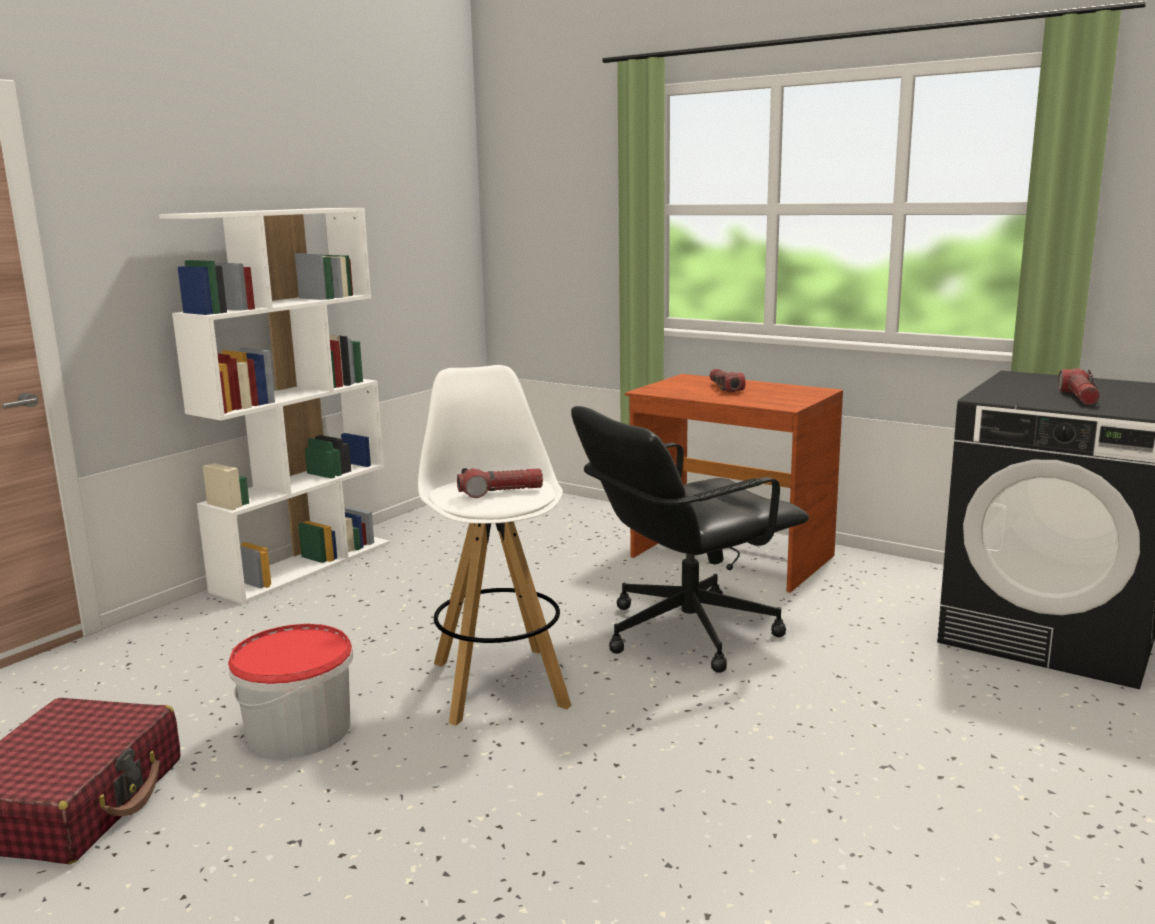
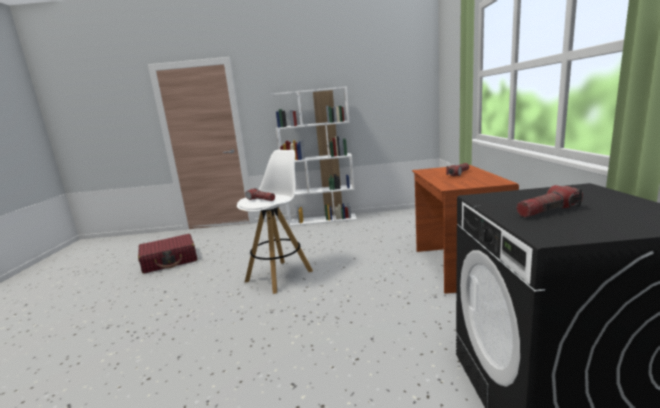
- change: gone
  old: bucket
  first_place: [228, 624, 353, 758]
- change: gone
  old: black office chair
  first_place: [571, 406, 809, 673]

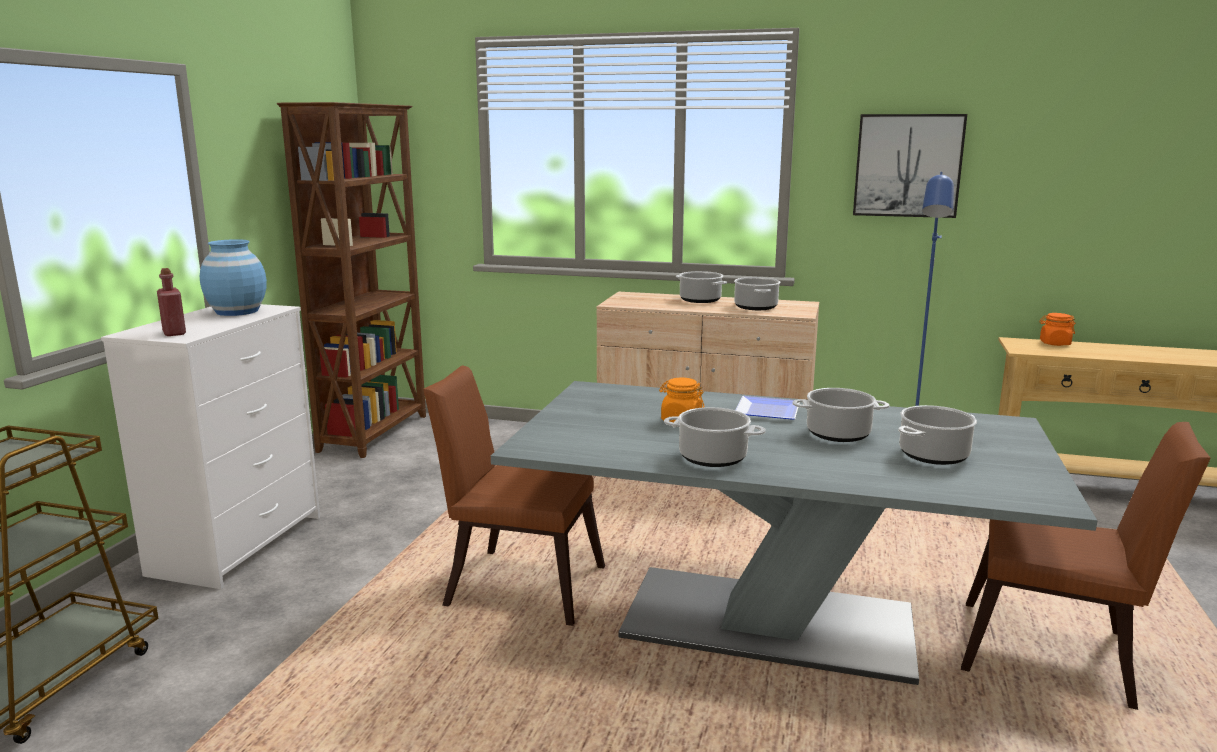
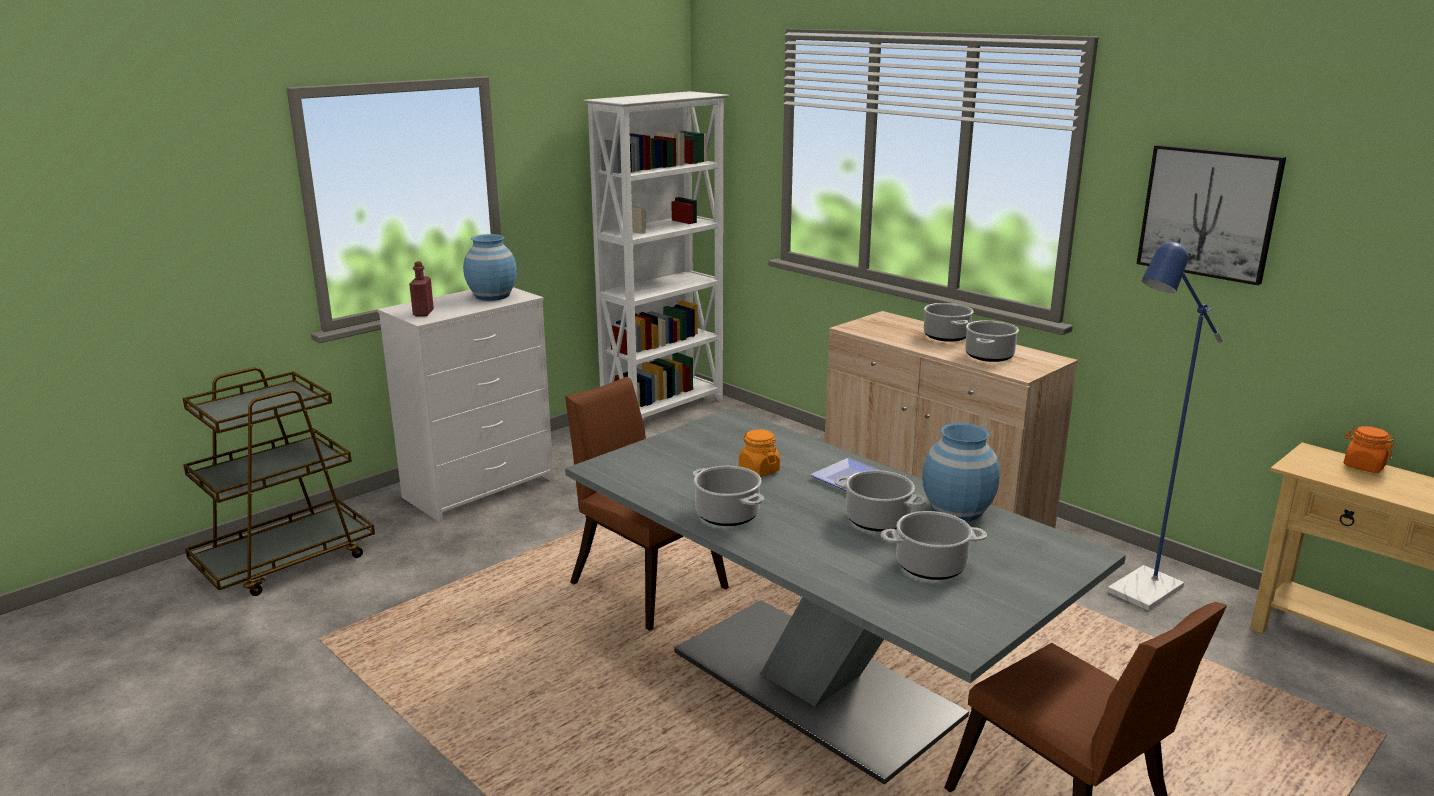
- change: repainted
  old: brown bookcase
  new: white bookcase
  first_place: [277, 102, 426, 458]
  second_place: [583, 91, 730, 418]
- change: new
  new: blue vase
  second_place: [922, 423, 1000, 521]

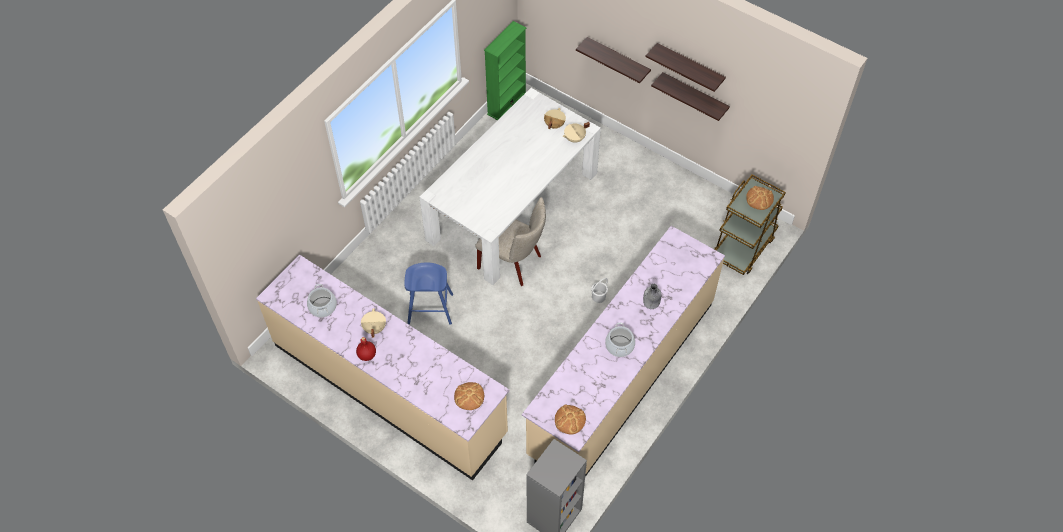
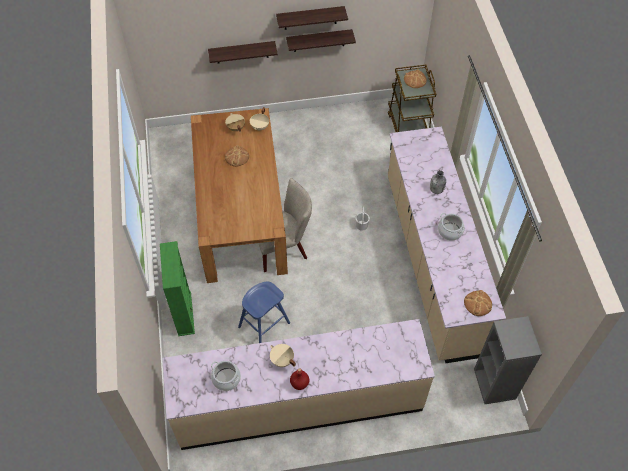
- change: shifted
  old: green bookcase
  first_place: [484, 21, 527, 120]
  second_place: [160, 241, 195, 336]
- change: repainted
  old: white dining table
  new: brown dining table
  first_place: [419, 88, 601, 285]
  second_place: [191, 108, 288, 283]
- change: shifted
  old: bread
  first_place: [454, 382, 484, 410]
  second_place: [225, 145, 249, 167]

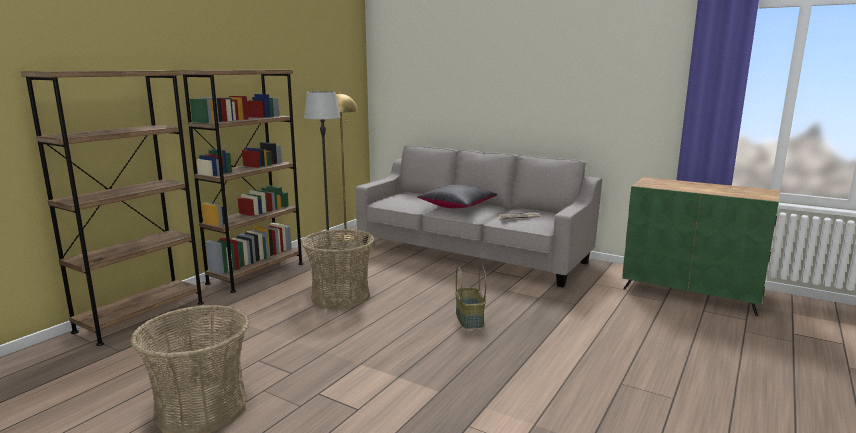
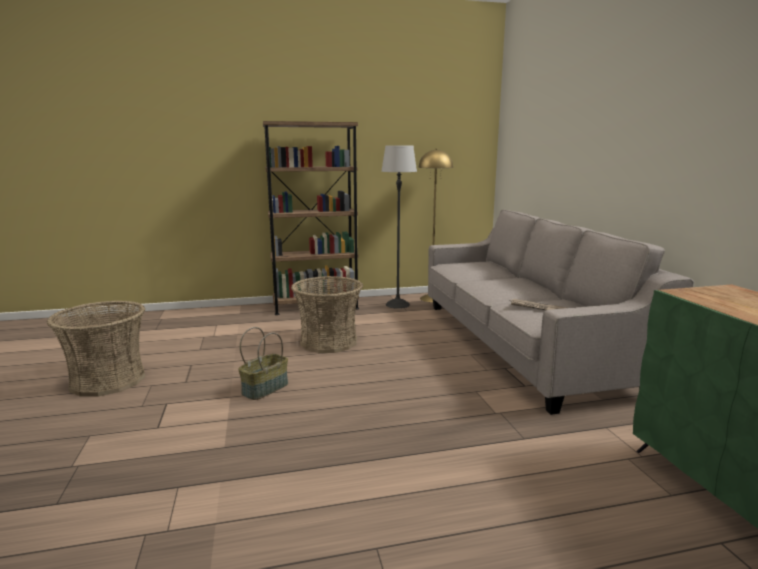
- change: shifted
  old: basket
  first_place: [455, 265, 486, 329]
  second_place: [238, 327, 288, 400]
- change: gone
  old: brown bookcase
  first_place: [21, 70, 204, 346]
- change: gone
  old: black pillow
  first_place: [417, 185, 497, 208]

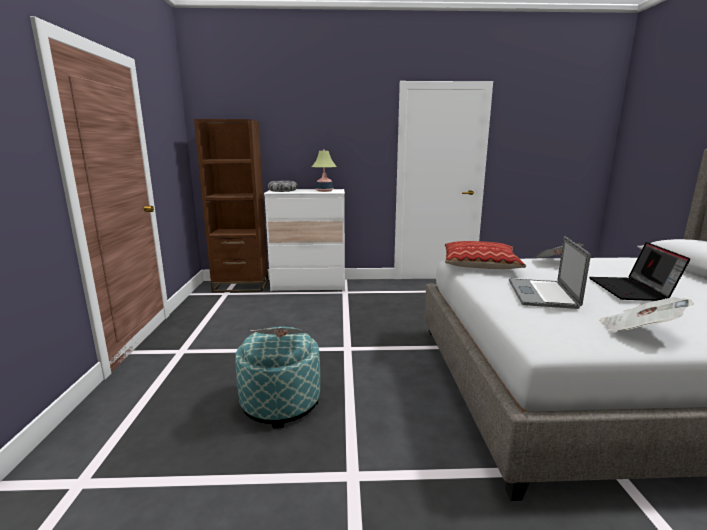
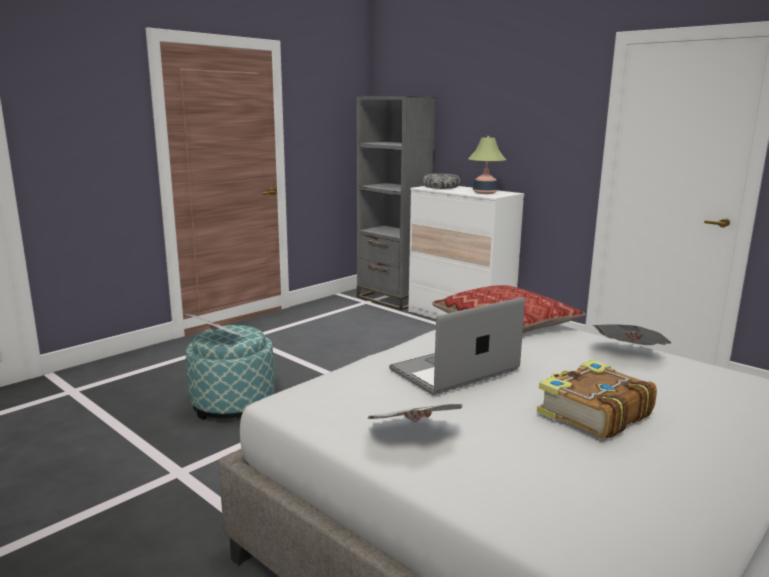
- change: repainted
  old: brown bookcase
  new: grey bookcase
  first_place: [194, 119, 269, 292]
  second_place: [357, 96, 435, 310]
- change: swapped
  old: laptop
  new: book
  first_place: [589, 242, 690, 301]
  second_place: [537, 360, 657, 439]

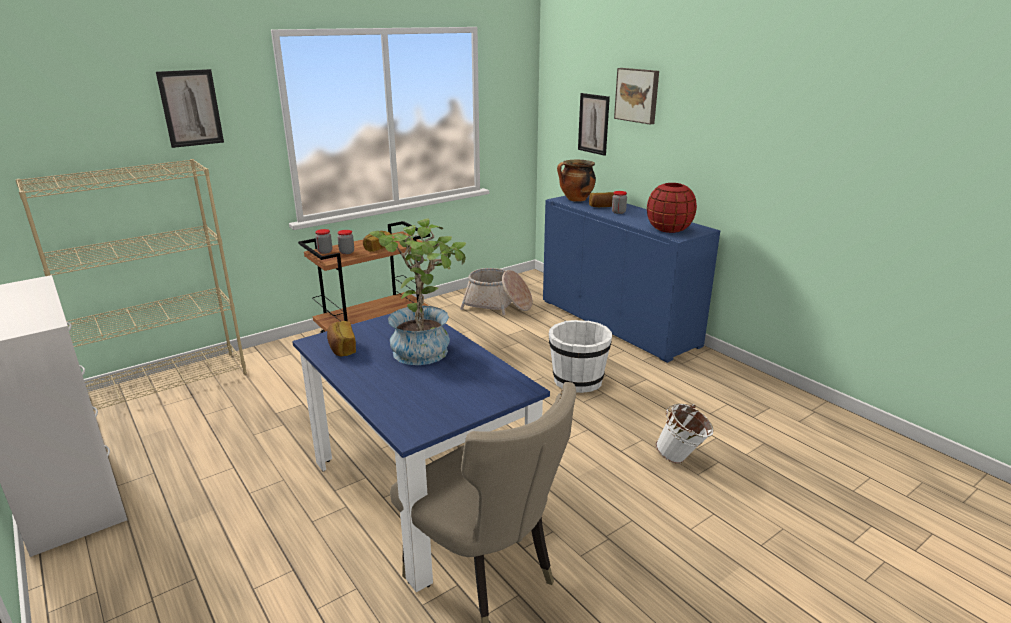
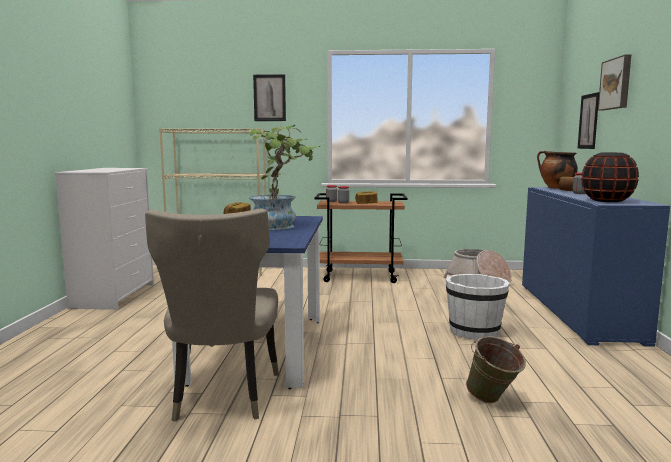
- change: repainted
  old: white bucket
  new: green bucket
  first_place: [656, 404, 714, 464]
  second_place: [466, 336, 526, 403]
- change: repainted
  old: red vase
  new: black vase
  first_place: [647, 183, 697, 233]
  second_place: [581, 153, 639, 202]

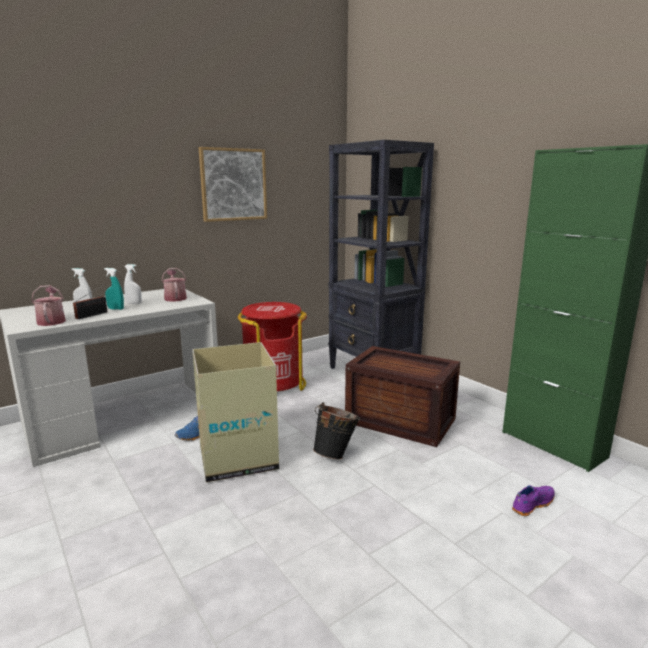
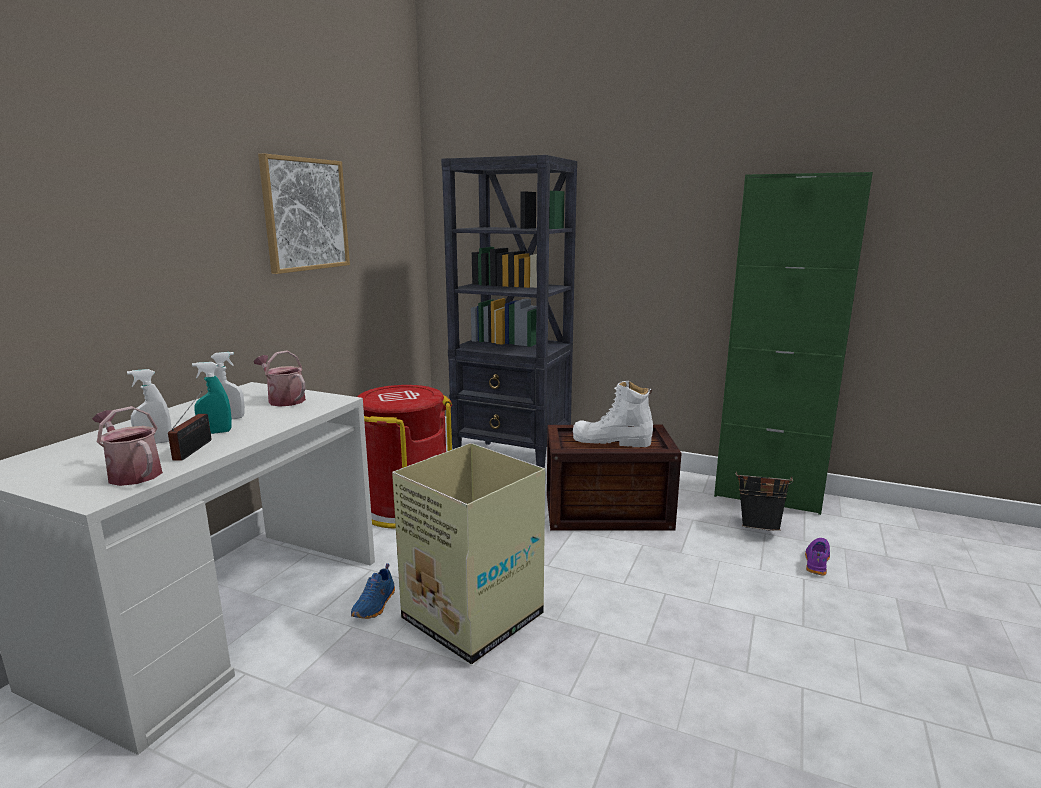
- change: new
  new: white boot
  second_place: [573, 381, 653, 447]
- change: shifted
  old: black bucket
  first_place: [313, 402, 360, 460]
  second_place: [735, 472, 793, 531]

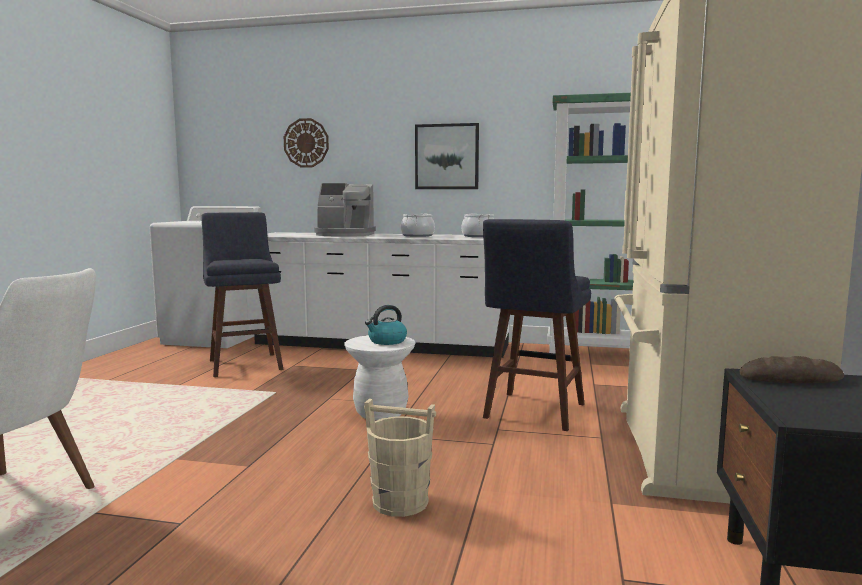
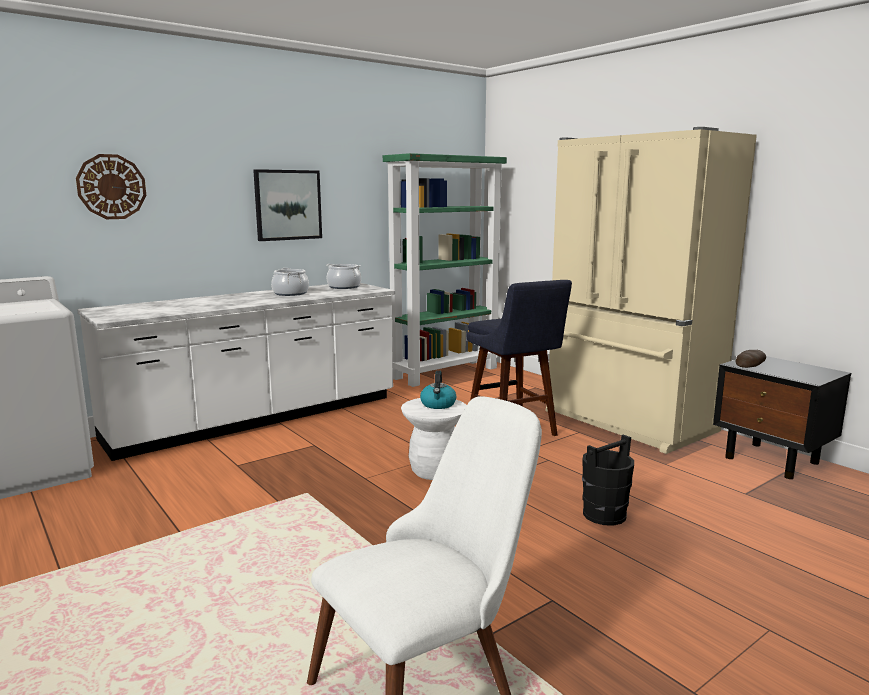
- change: repainted
  old: beige bucket
  new: black bucket
  first_place: [364, 399, 436, 517]
  second_place: [582, 434, 634, 526]
- change: gone
  old: blue stool
  first_place: [202, 212, 284, 377]
- change: gone
  old: coffee machine
  first_place: [314, 183, 376, 237]

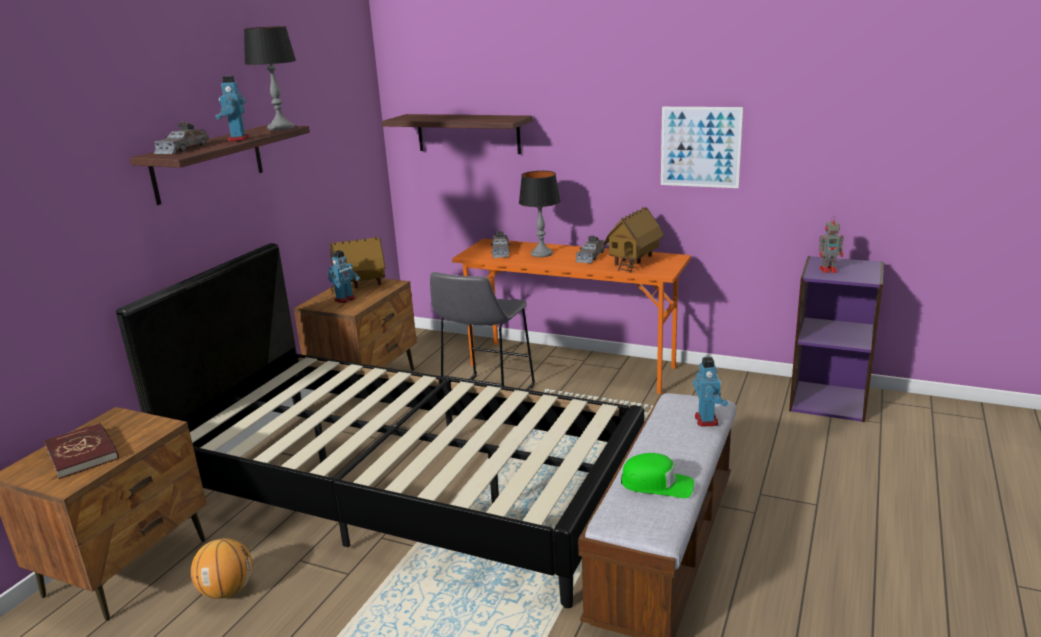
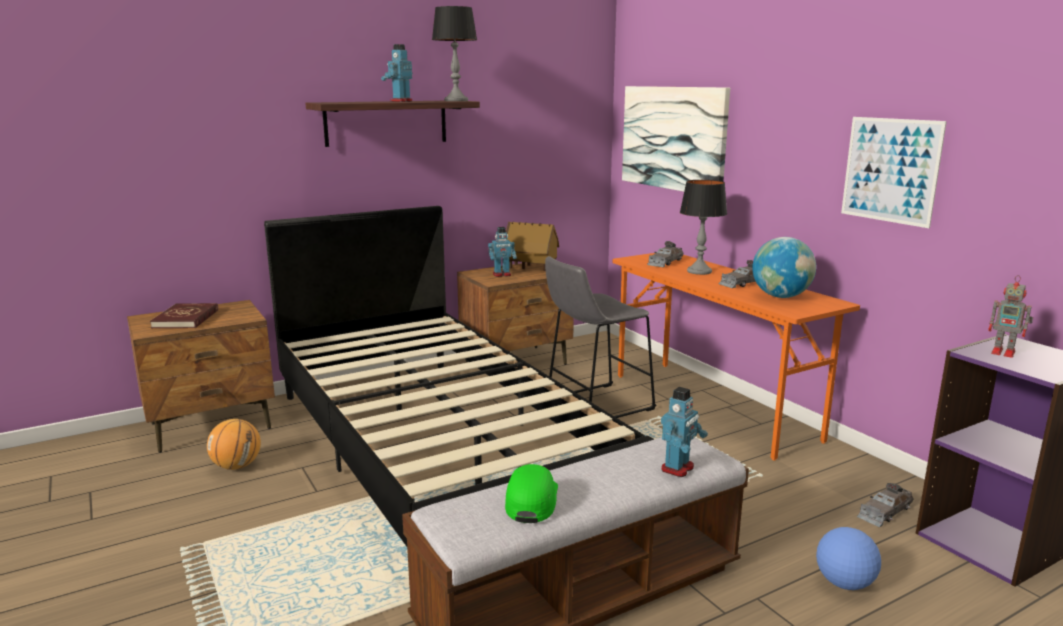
- change: rotated
  old: green cap
  first_place: [621, 453, 694, 498]
  second_place: [505, 464, 558, 523]
  degrees: -135
- change: swapped
  old: shelf
  new: picture
  first_place: [382, 114, 533, 154]
  second_place: [622, 86, 730, 192]
- change: swapped
  old: toy house
  new: globe
  first_place: [603, 207, 664, 273]
  second_place: [752, 237, 816, 298]
- change: new
  new: football
  second_place: [816, 527, 881, 590]
- change: shifted
  old: grey toy car
  first_place: [153, 121, 209, 154]
  second_place: [857, 483, 914, 527]

